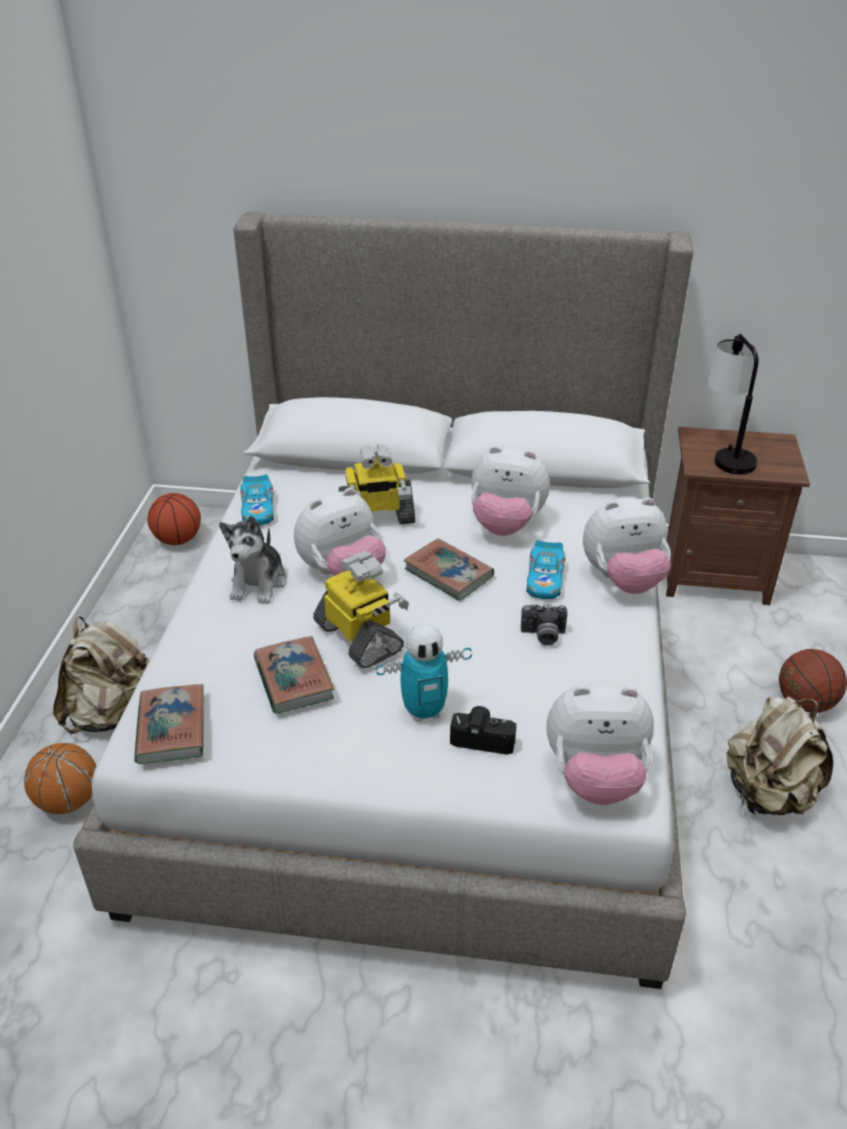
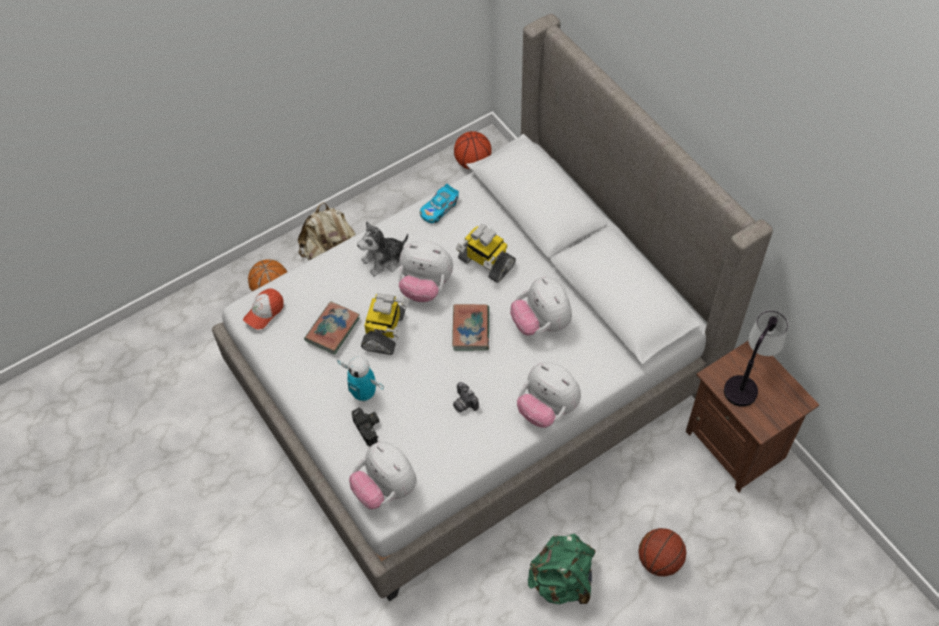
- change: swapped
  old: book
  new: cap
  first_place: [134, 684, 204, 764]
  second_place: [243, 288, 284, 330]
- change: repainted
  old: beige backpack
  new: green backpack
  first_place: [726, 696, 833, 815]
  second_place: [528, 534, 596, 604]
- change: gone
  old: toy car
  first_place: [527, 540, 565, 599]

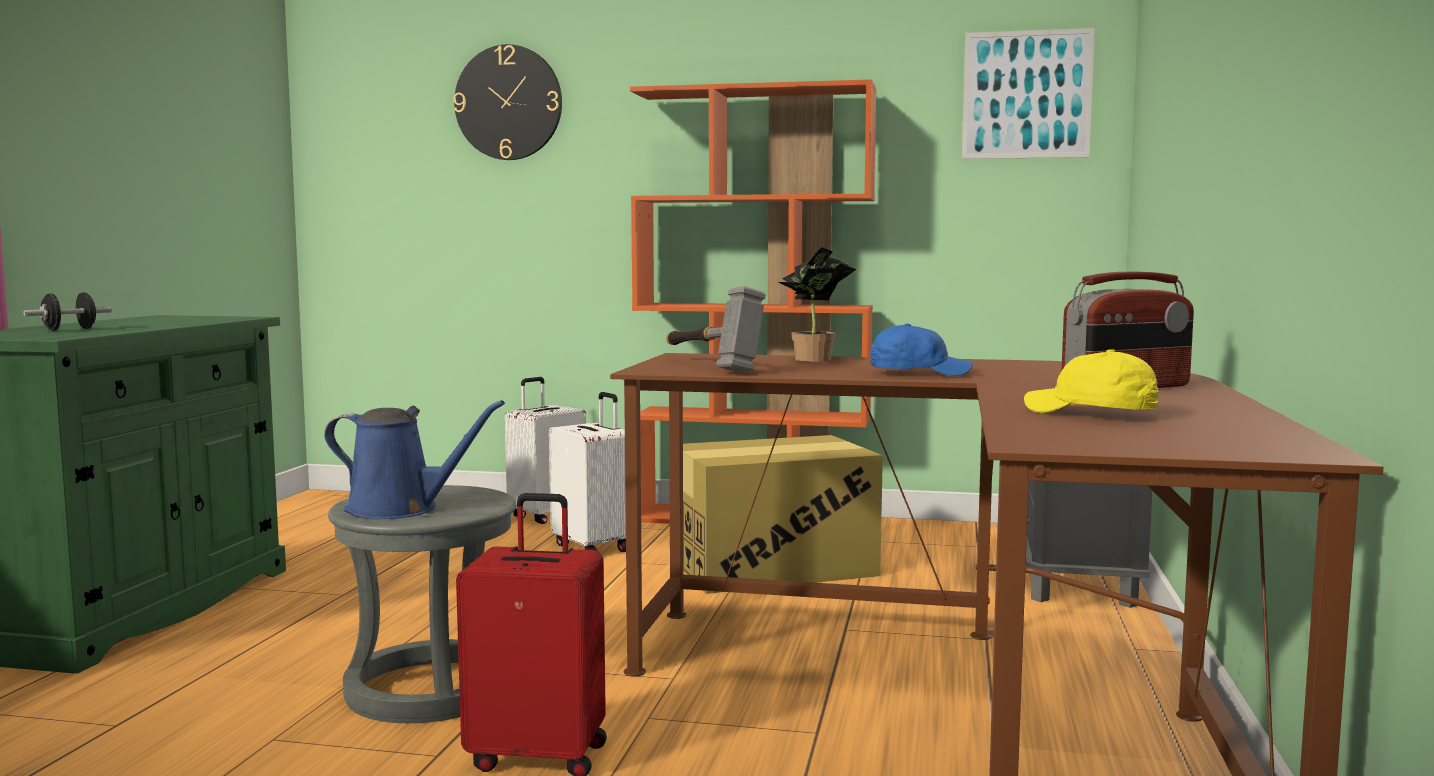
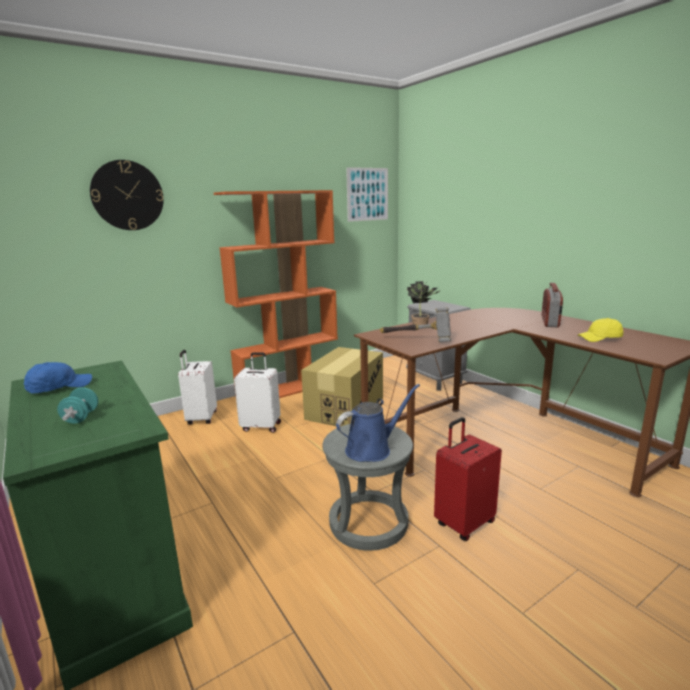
- change: shifted
  old: blue cap
  first_place: [870, 324, 973, 376]
  second_place: [24, 362, 92, 393]
- change: repainted
  old: black dumbbell
  new: turquoise dumbbell
  first_place: [23, 292, 112, 331]
  second_place: [57, 387, 98, 423]

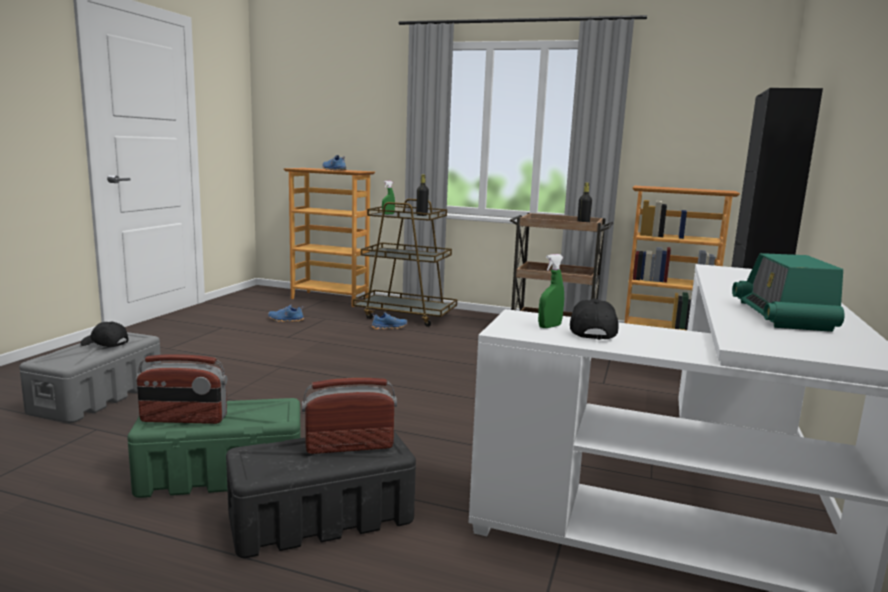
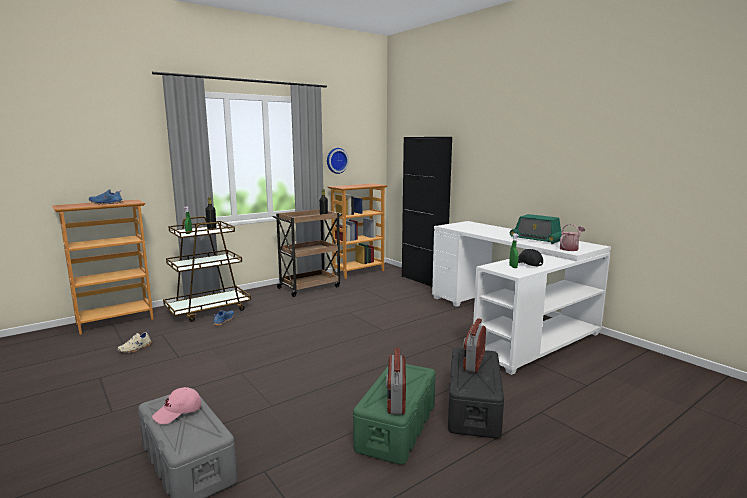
- change: repainted
  old: blue shoe
  new: beige shoe
  first_place: [268, 304, 304, 322]
  second_place: [117, 330, 151, 353]
- change: repainted
  old: black cap
  new: pink cap
  first_place: [80, 321, 128, 347]
  second_place: [152, 387, 201, 424]
- change: new
  new: wall clock
  second_place: [327, 148, 349, 174]
- change: rotated
  old: radio
  first_place: [136, 354, 227, 424]
  second_place: [386, 348, 406, 414]
  degrees: 150
- change: new
  new: watering can
  second_place: [560, 224, 585, 251]

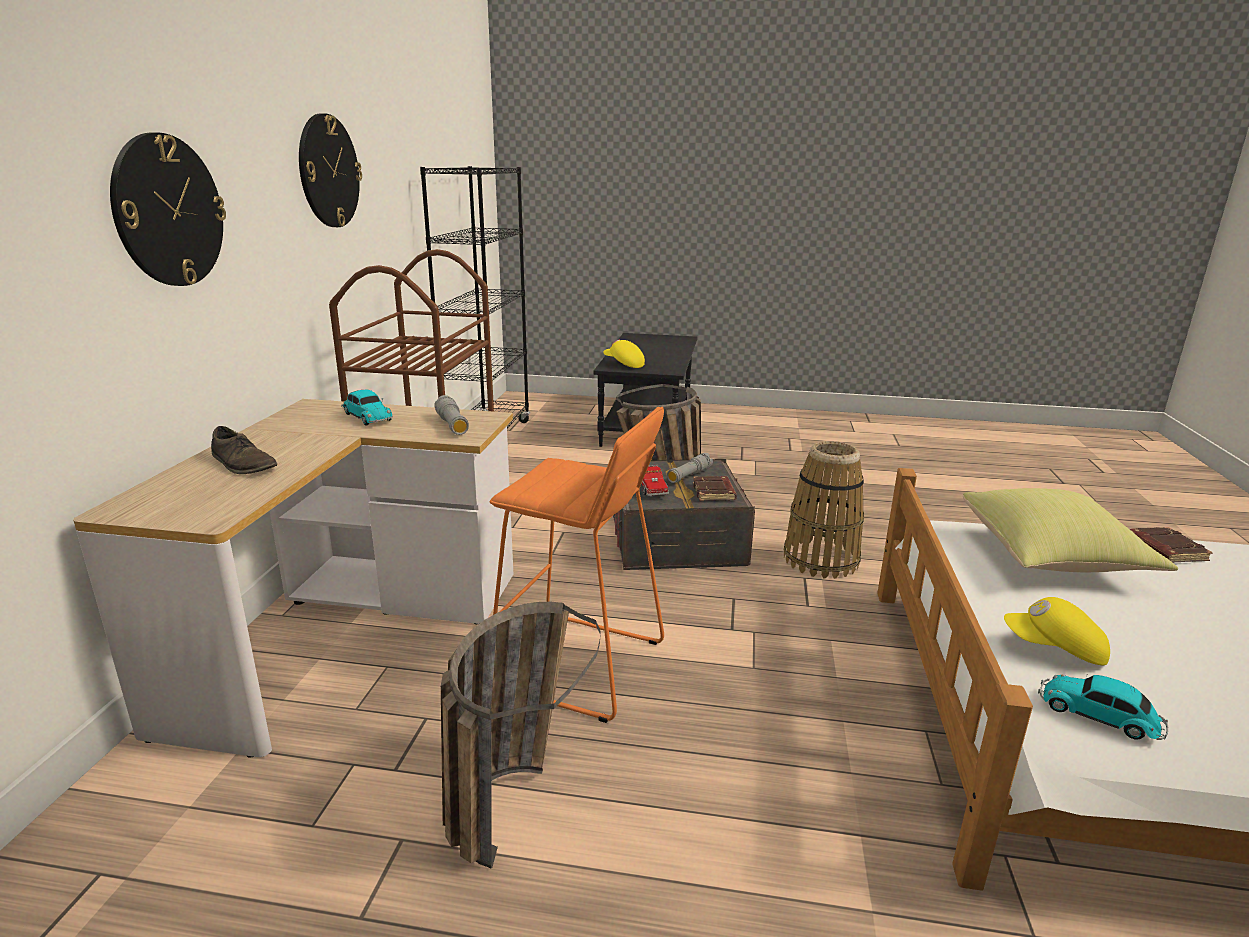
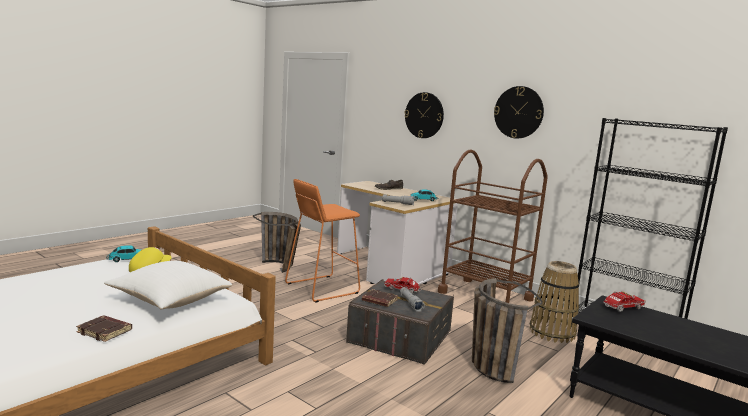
- change: repainted
  old: yellow pillow
  new: white pillow
  first_place: [963, 488, 1178, 572]
  second_place: [104, 261, 232, 310]
- change: shifted
  old: basket
  first_place: [784, 441, 864, 579]
  second_place: [530, 261, 579, 343]
- change: swapped
  old: yellow cap
  new: toy truck
  first_place: [603, 340, 645, 368]
  second_place: [603, 291, 645, 312]

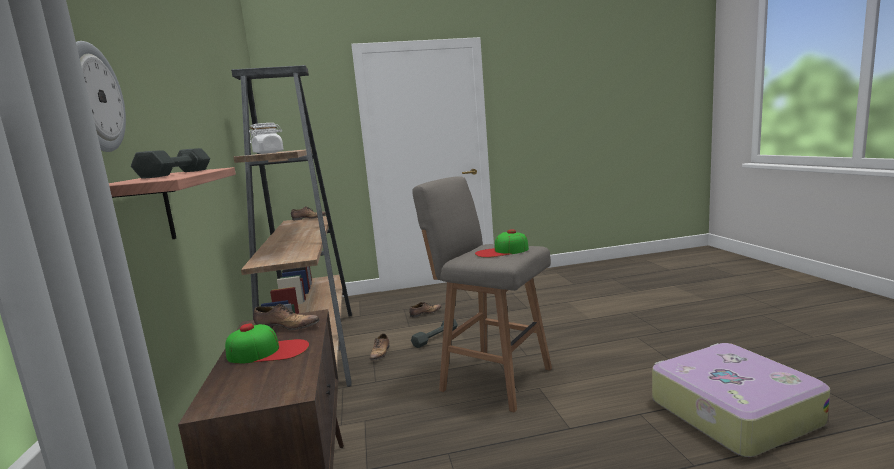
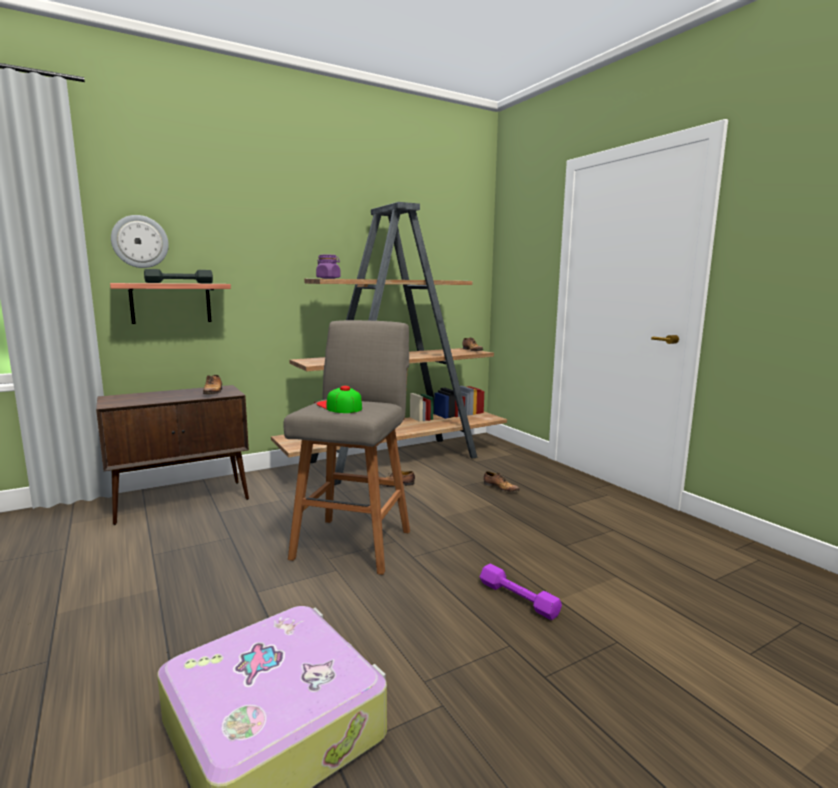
- change: repainted
  old: white jar
  new: purple jar
  first_place: [249, 123, 284, 154]
  second_place: [316, 255, 341, 279]
- change: new
  new: purple dumbbell
  second_place: [480, 564, 562, 620]
- change: gone
  old: cap
  first_place: [225, 323, 309, 364]
- change: gone
  old: grey dumbbell
  first_place: [411, 319, 458, 348]

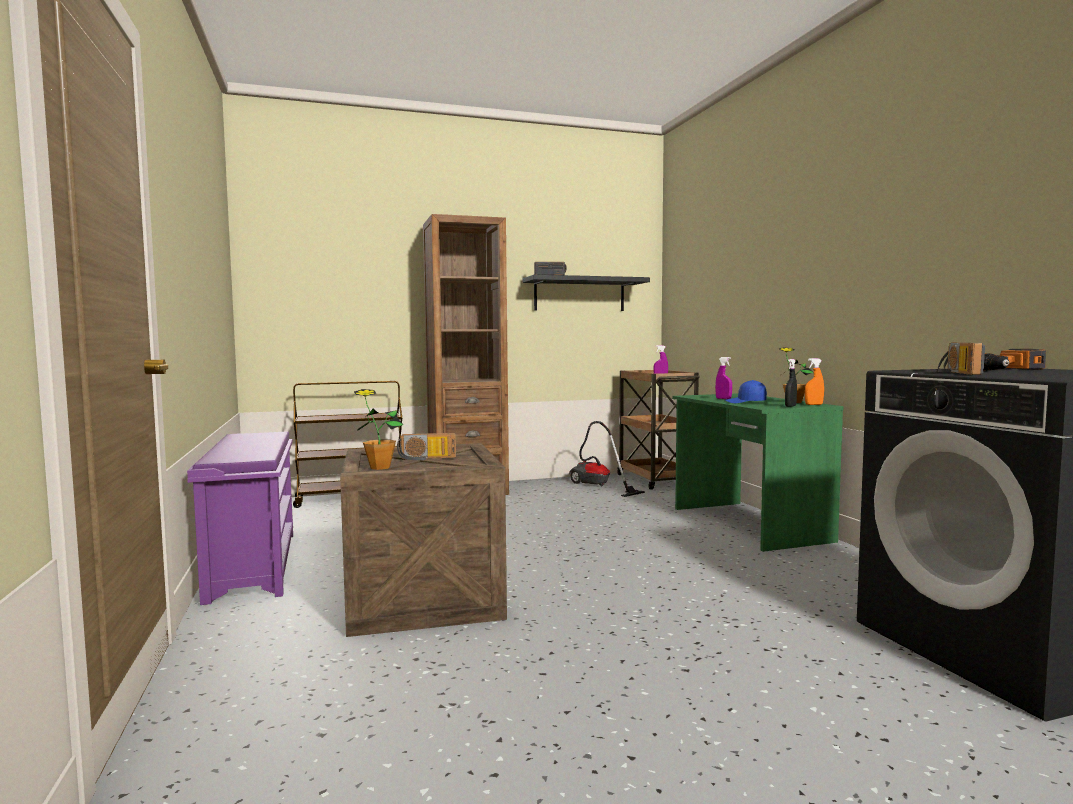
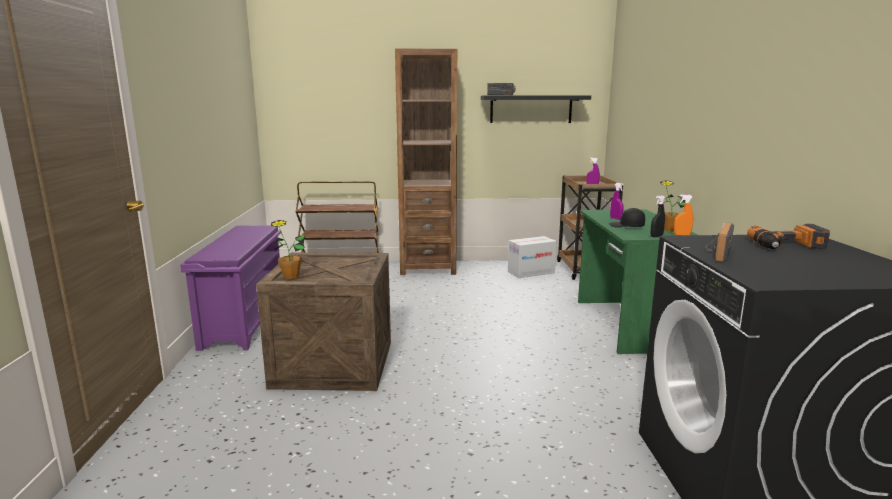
- change: swapped
  old: vacuum cleaner
  new: cardboard box
  first_place: [569, 421, 645, 497]
  second_place: [508, 236, 557, 278]
- change: repainted
  old: blue cap
  new: black cap
  first_place: [725, 380, 767, 403]
  second_place: [609, 208, 645, 228]
- change: gone
  old: radio
  first_place: [397, 433, 456, 461]

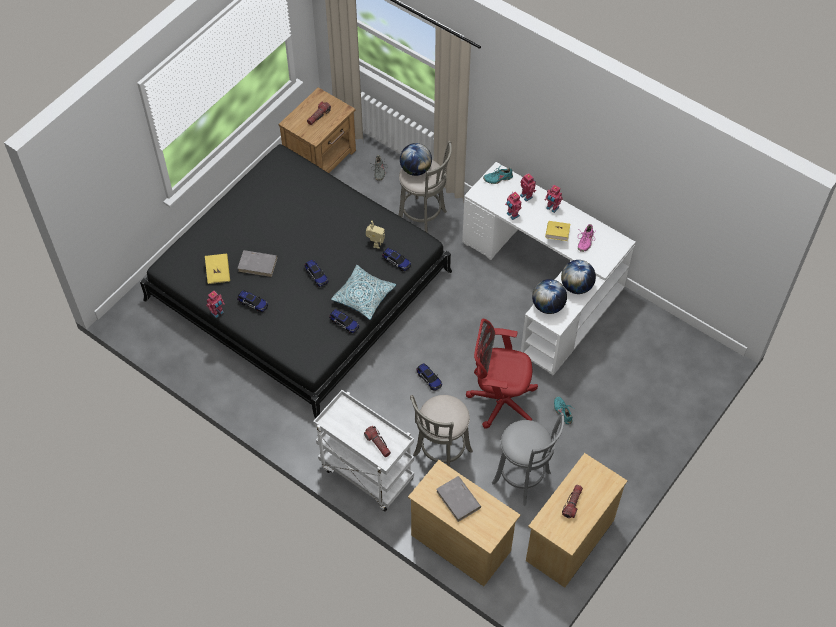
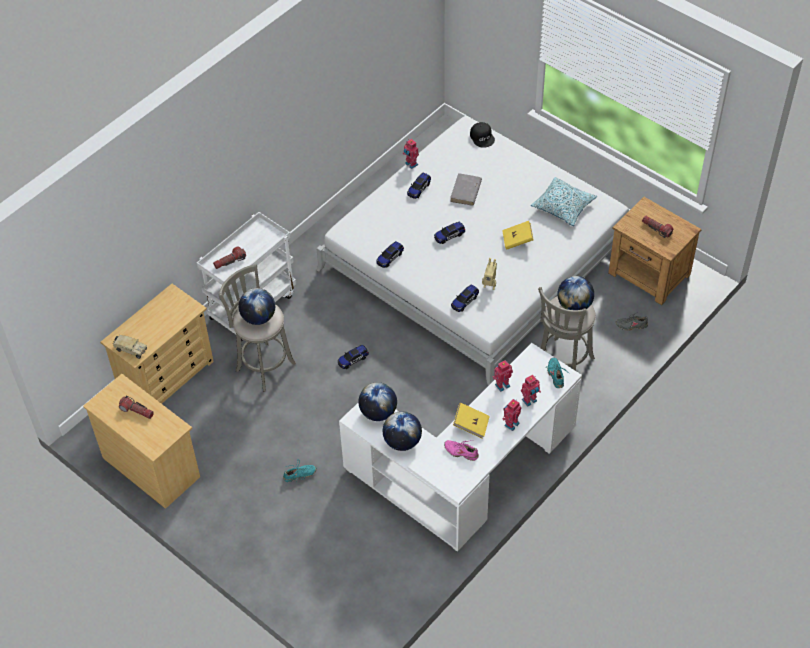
- change: new
  new: toy truck
  second_place: [113, 335, 147, 359]
- change: new
  new: globe
  second_place: [239, 288, 275, 325]
- change: repainted
  old: black bed
  new: white bed
  first_place: [140, 144, 452, 419]
  second_place: [316, 116, 629, 385]
- change: new
  new: black cap
  second_place: [470, 122, 495, 147]
- change: shifted
  old: yellow book
  first_place: [205, 254, 230, 284]
  second_place: [502, 221, 534, 250]
- change: shifted
  old: pillow
  first_place: [331, 265, 396, 320]
  second_place: [531, 177, 597, 226]
- change: gone
  old: grey book
  first_place: [436, 476, 481, 522]
- change: gone
  old: red office chair
  first_place: [466, 319, 538, 429]
- change: gone
  old: grey stool
  first_place: [492, 413, 564, 506]

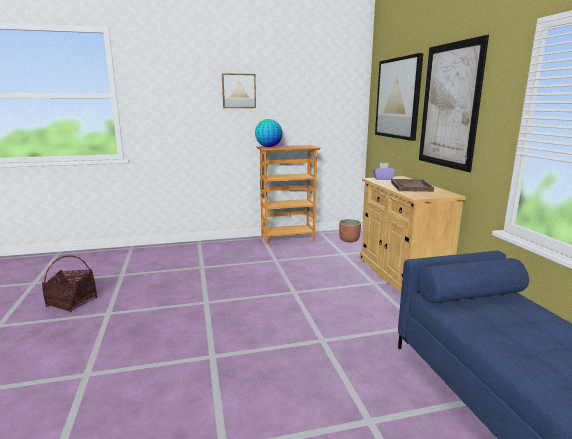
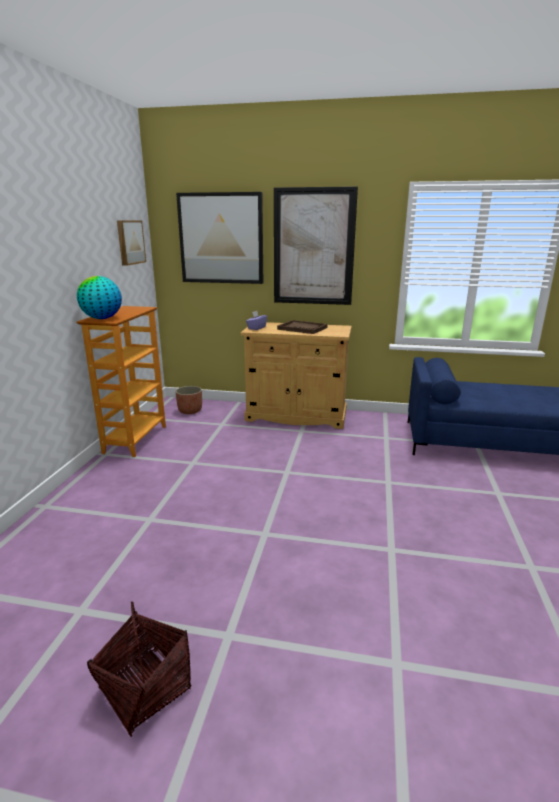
- change: shifted
  old: picture
  first_place: [222, 73, 256, 108]
  second_place: [117, 220, 146, 266]

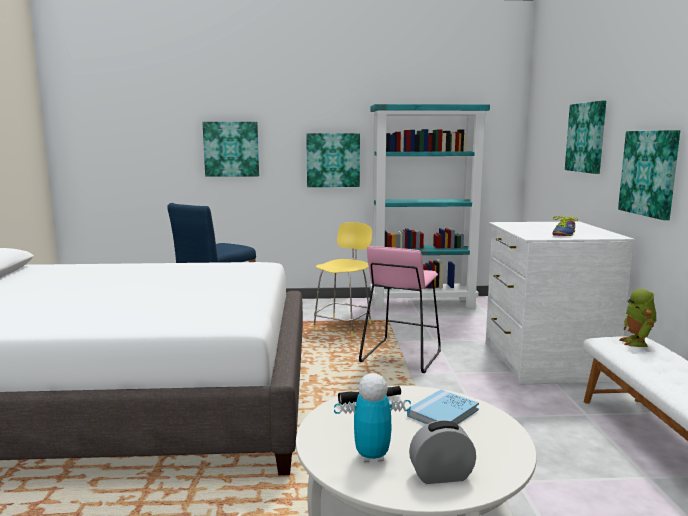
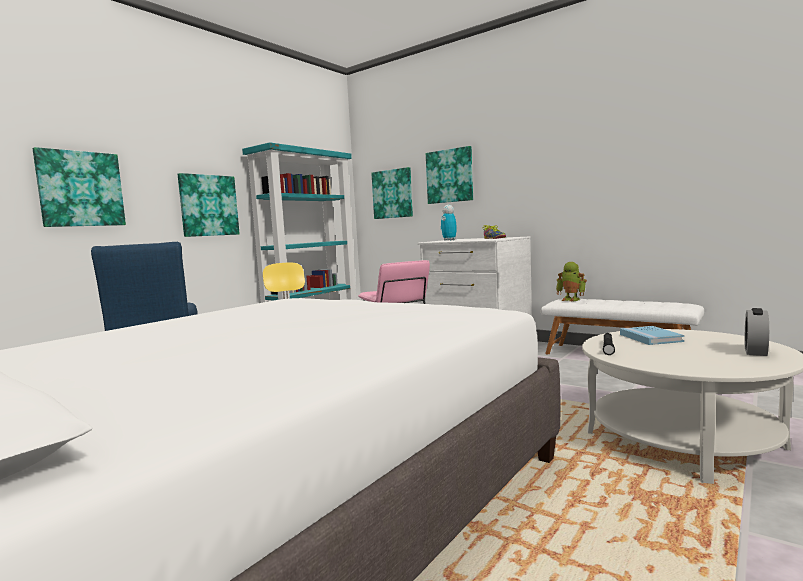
- change: shifted
  old: picture
  first_place: [618, 130, 680, 220]
  second_place: [371, 167, 413, 219]
- change: shifted
  old: toy robot
  first_place: [334, 373, 411, 462]
  second_place: [441, 205, 457, 241]

